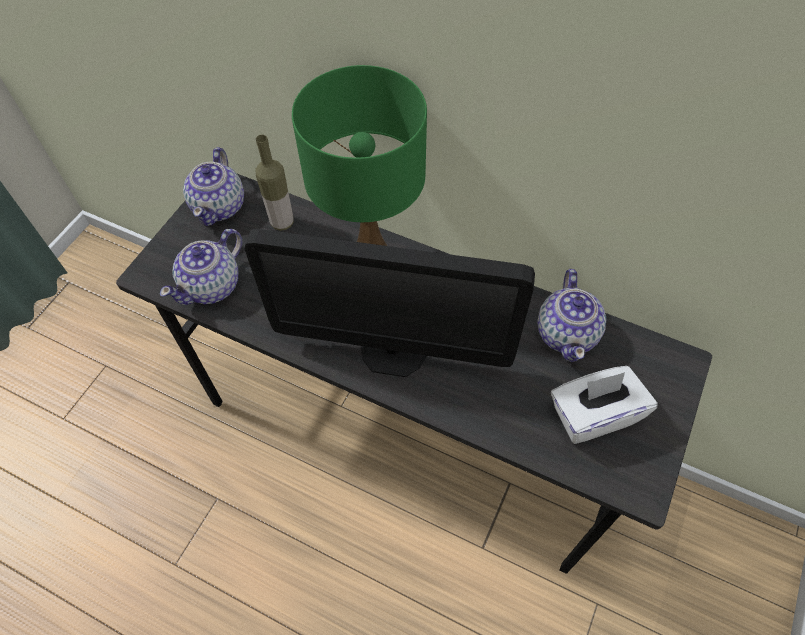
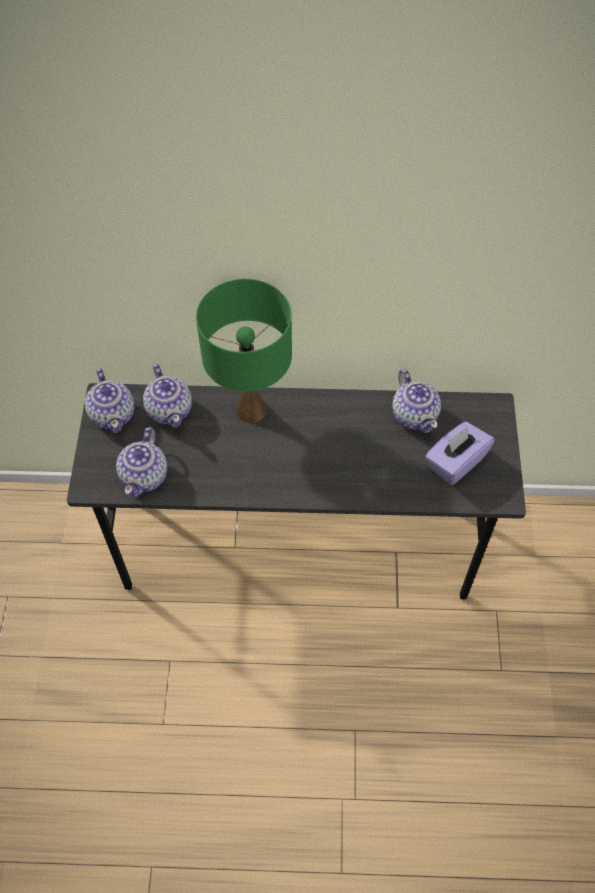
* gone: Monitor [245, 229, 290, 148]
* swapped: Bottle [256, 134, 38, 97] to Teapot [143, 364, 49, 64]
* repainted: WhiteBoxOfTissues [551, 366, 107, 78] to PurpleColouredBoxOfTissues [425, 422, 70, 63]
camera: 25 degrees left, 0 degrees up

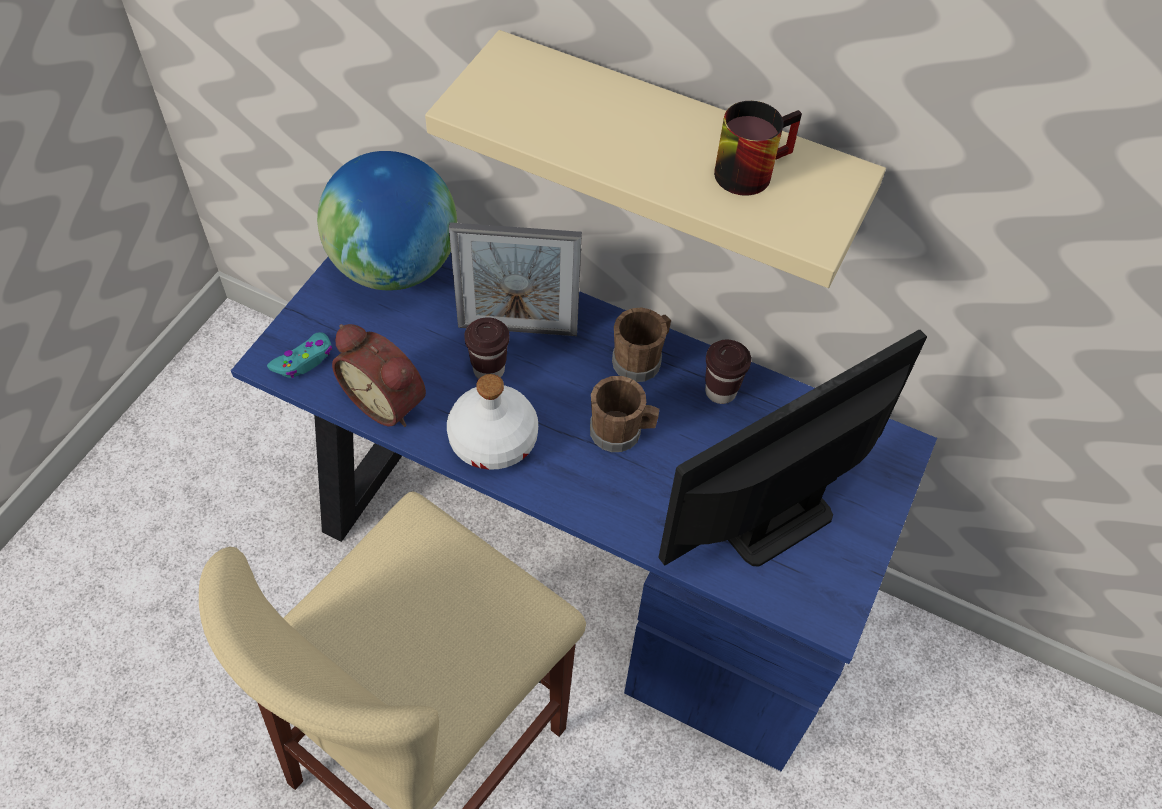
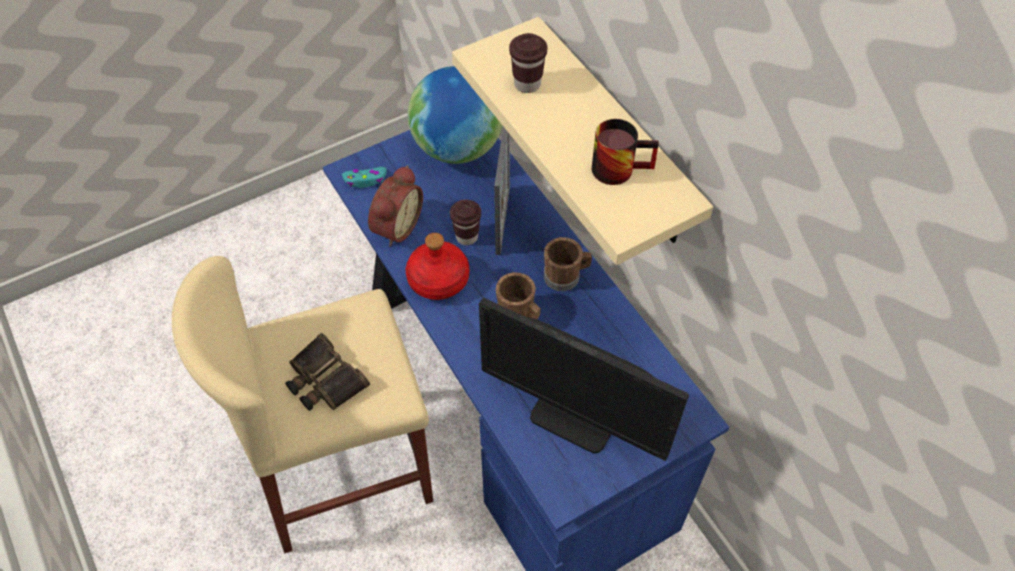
* rotated: TableClock [332, 324, 94, 103] = [368, 165, 55, 82] 135 degrees counterclockwise
* repainted: WhiteBottle [447, 374, 91, 96] to RedColouredBottle [406, 233, 63, 67]
* rotated: PhotoFrame [449, 222, 133, 114] = [494, 127, 16, 128] 120 degrees counterclockwise
* rotated: Monitor [658, 330, 269, 236] = [479, 298, 210, 163] 150 degrees counterclockwise
* shifted: BrownColouredDrinkingCup [705, 340, 46, 64] to [509, 33, 38, 60]
* new: Binoculars [285, 333, 85, 78]
camera: 35 degrees right, 0 degrees up

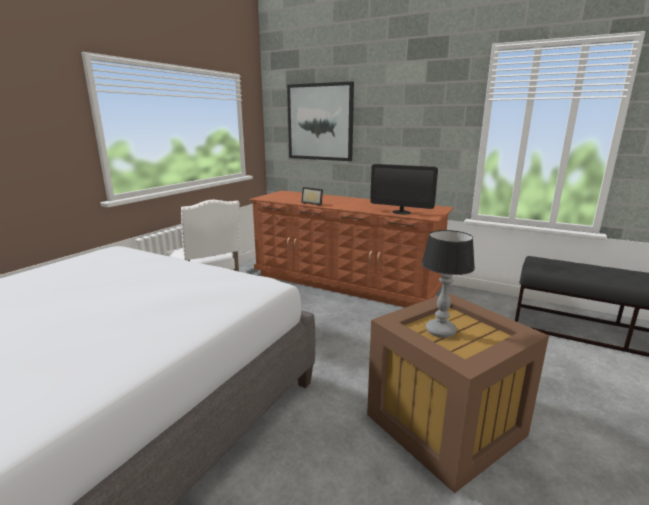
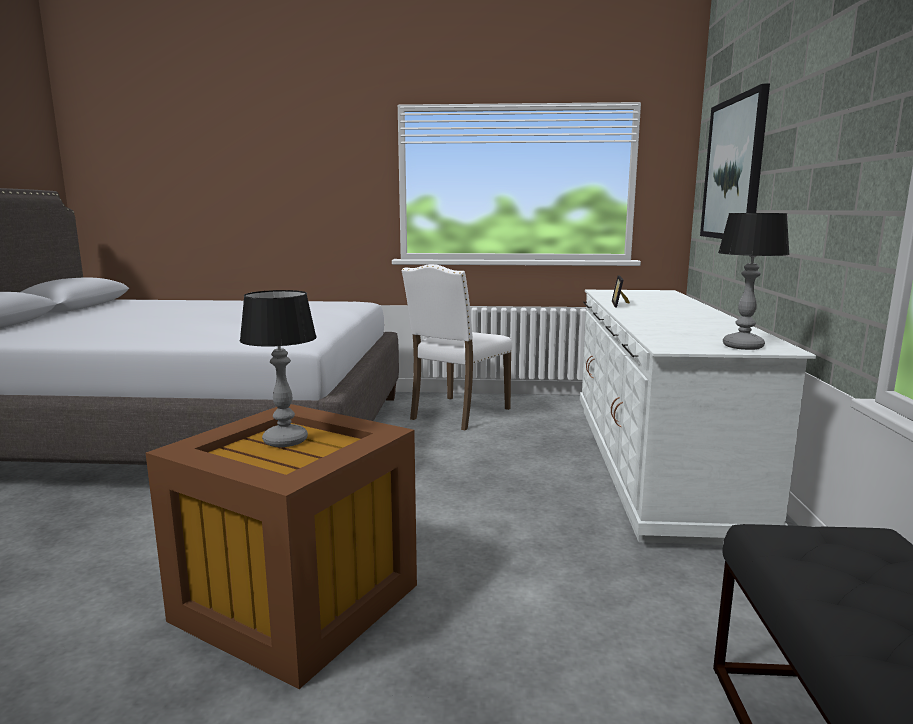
* repainted: BrownColouredDresser [249, 191, 205, 117] to WhiteDresser [580, 290, 236, 255]
* gone: Monitor [370, 164, 68, 51]
* new: LampForATable [718, 213, 72, 137]
camera: 65 degrees right, 5 degrees down

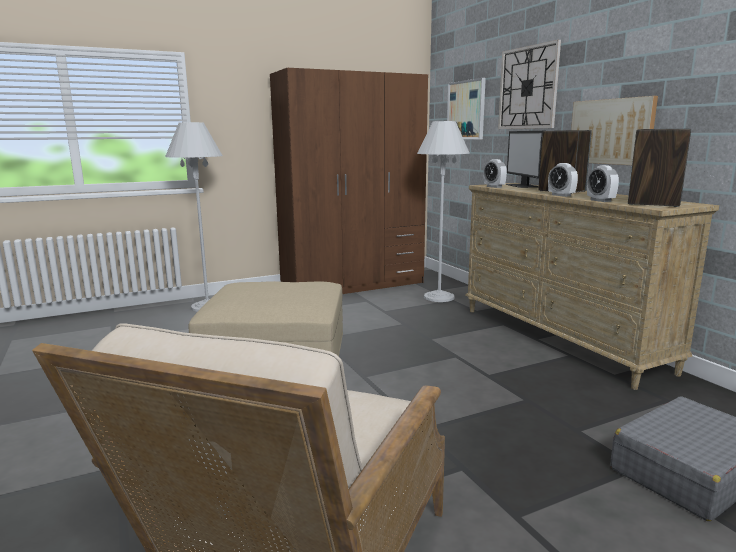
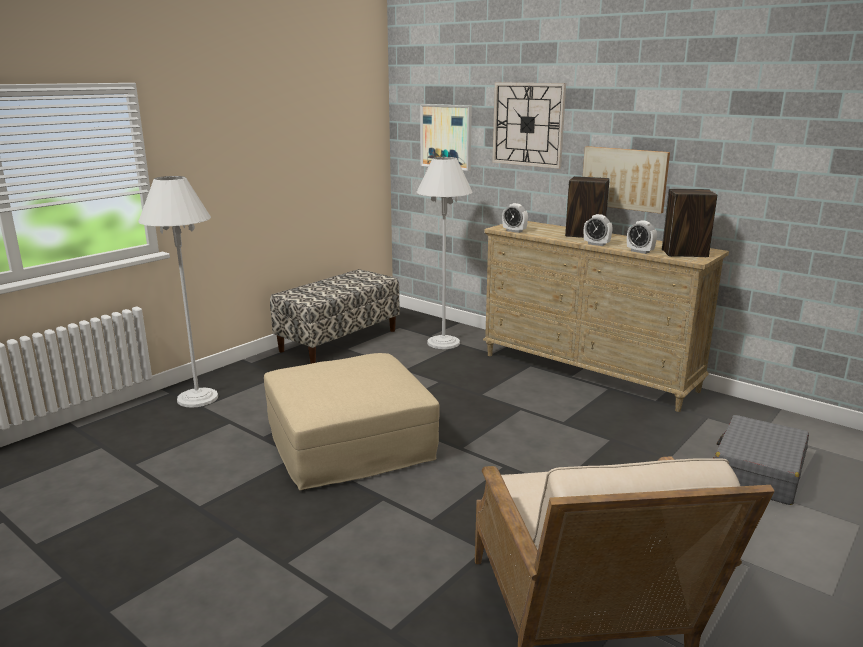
* swapped: BrownColouredWardrobe [270, 68, 158, 226] to Bench [270, 269, 130, 95]
* gone: Monitor [506, 131, 37, 57]
camera: 25 degrees left, 5 degrees up

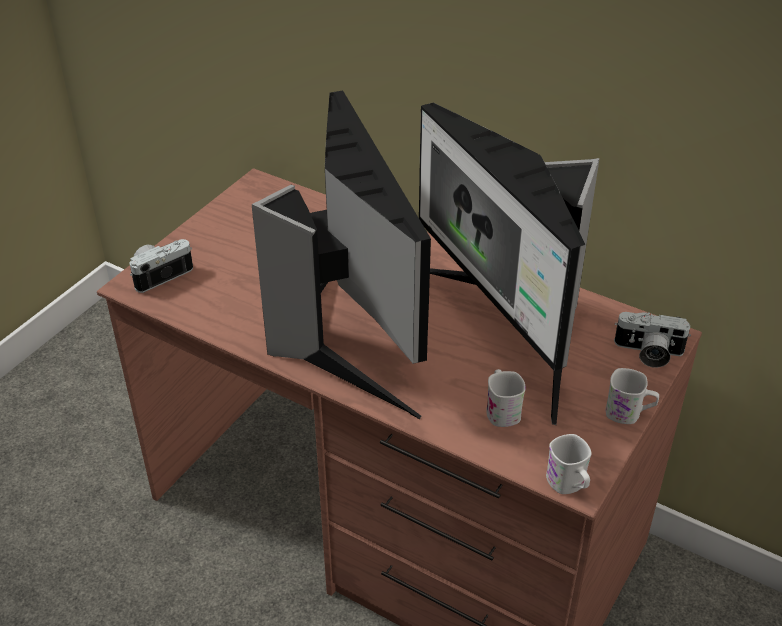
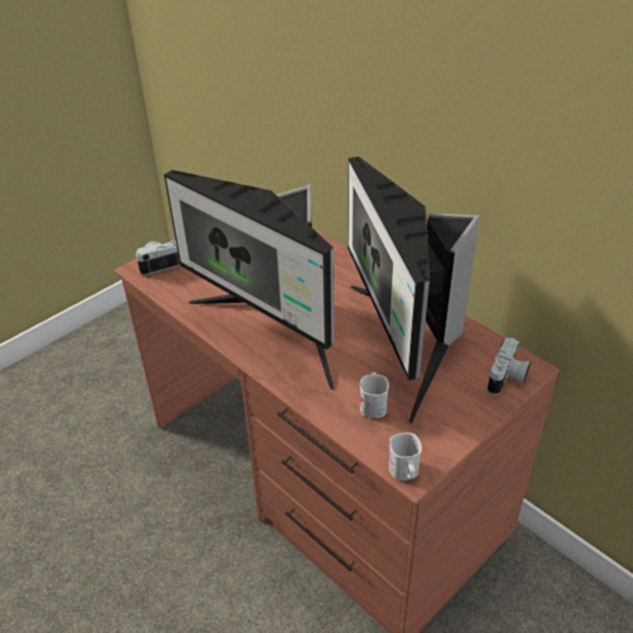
* rotated: Monitor [252, 90, 179, 329] = [164, 170, 170, 220] 135 degrees clockwise
* gone: WhiteTeaMug [606, 368, 53, 56]
* rotated: StillCamera [614, 312, 77, 56] = [487, 337, 44, 58] 90 degrees counterclockwise
camera: 15 degrees right, 0 degrees up

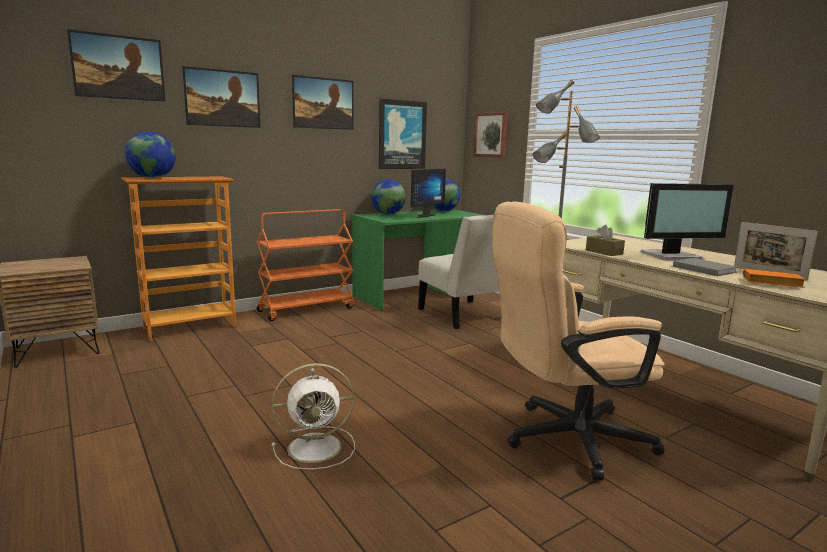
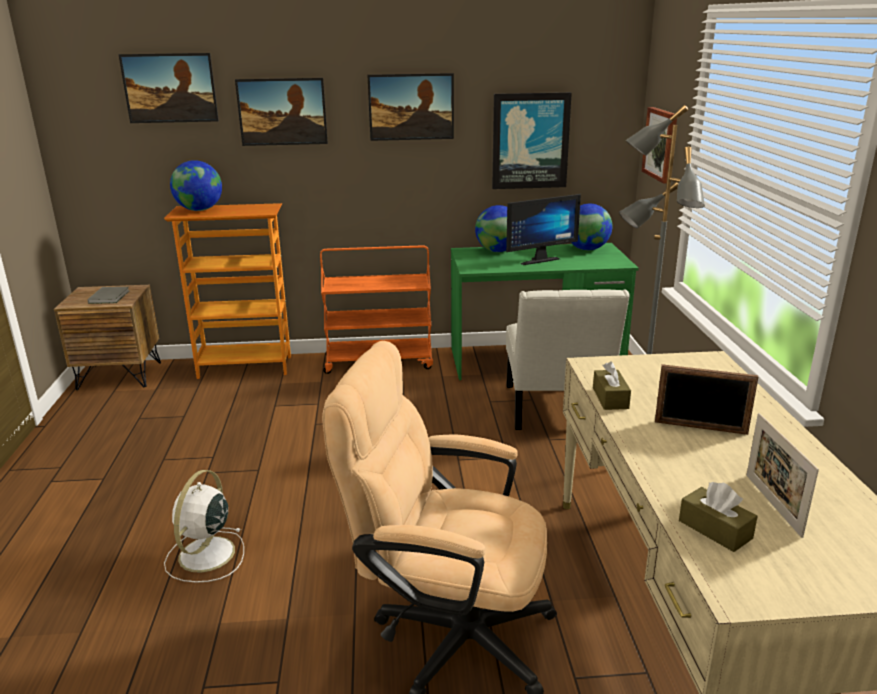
* rotated: WhiteCoolingFan [272, 363, 83, 107] = [164, 470, 80, 113] 90 degrees clockwise
* swapped: Monitor [641, 183, 93, 78] to PhotoFrame [655, 364, 103, 71]
* shifted: GrayBook [673, 258, 65, 18] to [88, 287, 42, 17]
* swapped: OrangeColouredBook [743, 269, 63, 19] to BrownColouredBoxOfTissues [679, 482, 79, 70]
camera: 30 degrees right, 10 degrees up

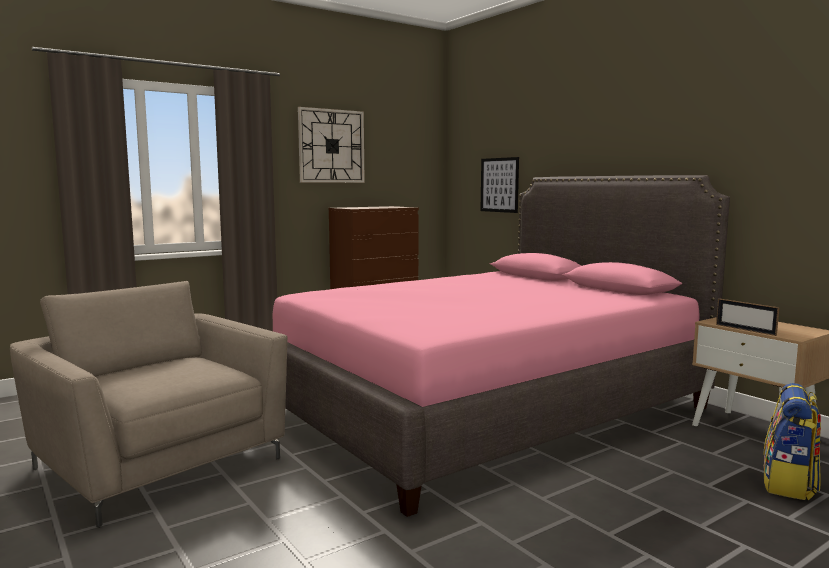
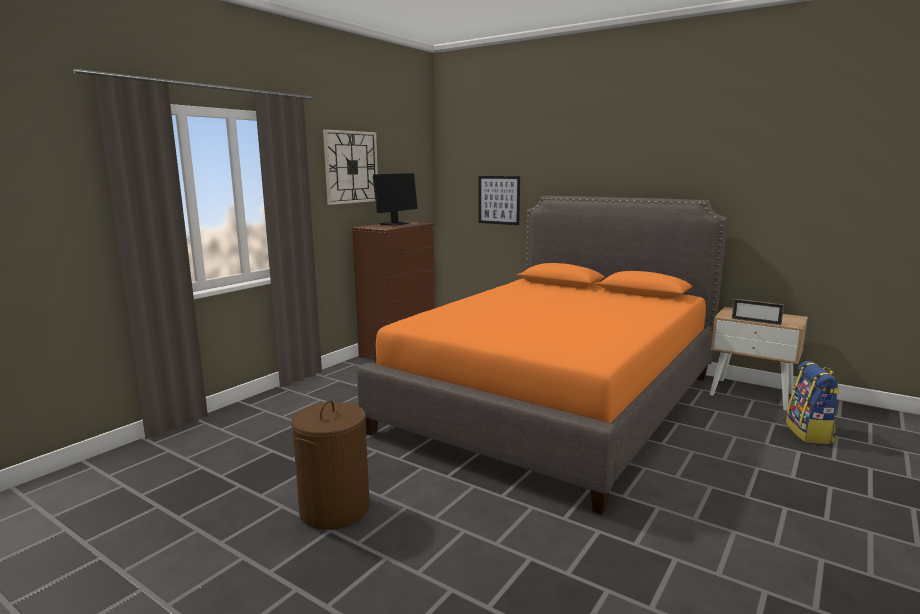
* swapped: BeigeArmchair [10, 281, 277, 246] to BrownColouredHamper [291, 400, 79, 130]
* repainted: PinkColouredBedroomBed [273, 175, 457, 342] to OrangeColouredBedroomBed [357, 196, 371, 319]
* new: Monitor [373, 173, 45, 53]
camera: 20 degrees left, 5 degrees up

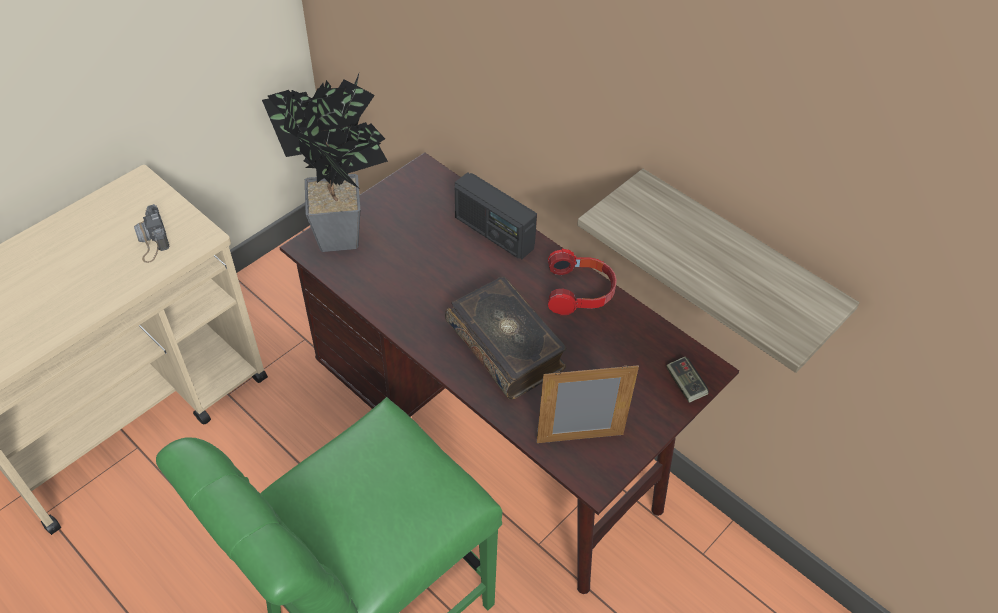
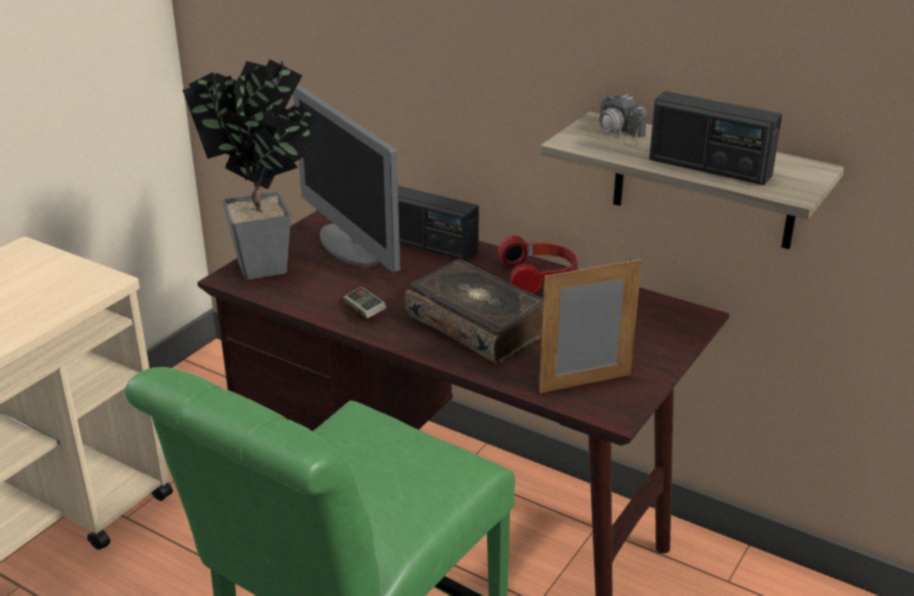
* shifted: StillCamera [134, 204, 36, 59] to [590, 95, 57, 51]
* shifted: GameController [666, 357, 43, 46] to [343, 286, 43, 32]
* new: Monitor [293, 85, 107, 187]
* new: RadioSet [649, 91, 133, 94]
camera: 10 degrees left, 20 degrees down

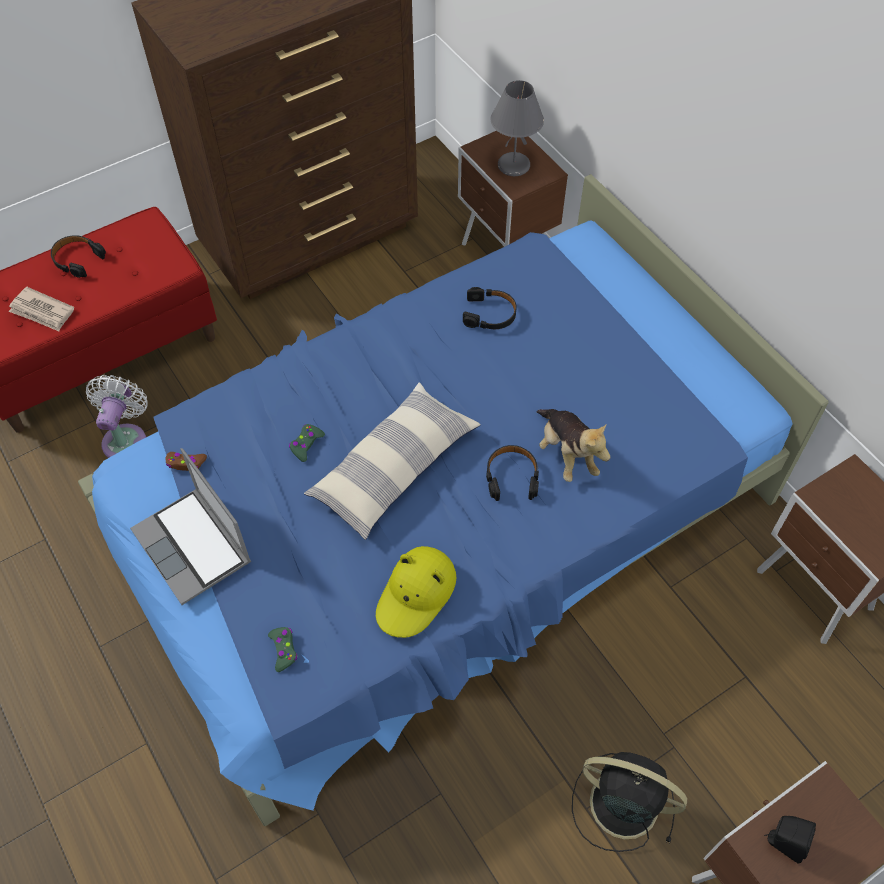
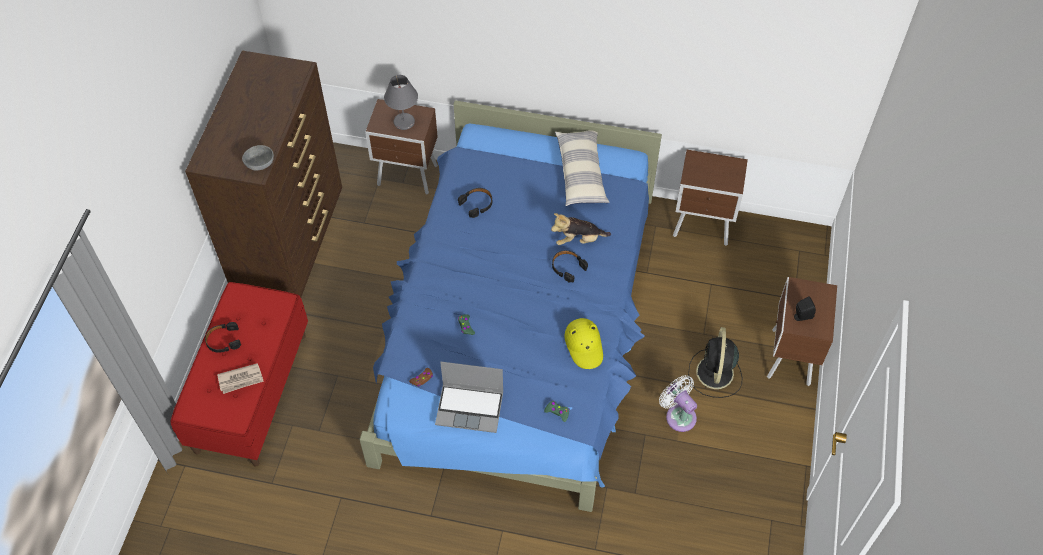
* shifted: WhiteCoolingFan [86, 375, 62, 83] to [659, 375, 38, 57]
* shifted: Cushion [304, 382, 177, 158] to [555, 130, 54, 76]
* rotated: SoftToy [537, 409, 73, 73] = [551, 213, 60, 32] 150 degrees clockwise
* rotated: BlackColouredCoolingFan [572, 752, 115, 100] = [688, 327, 54, 71] 60 degrees counterclockwise
* new: GrayBowl [242, 145, 32, 25]
camera: 45 degrees left, 0 degrees up

